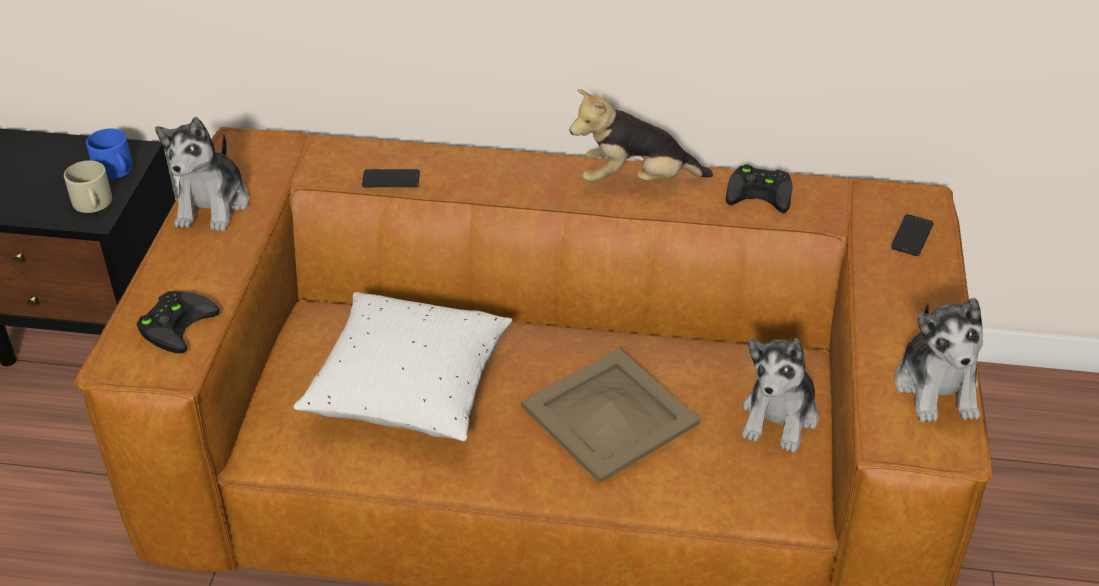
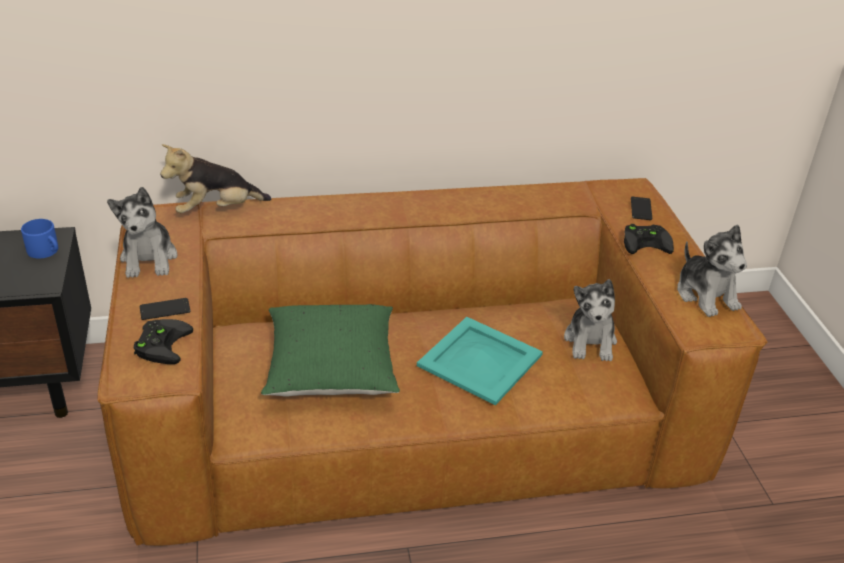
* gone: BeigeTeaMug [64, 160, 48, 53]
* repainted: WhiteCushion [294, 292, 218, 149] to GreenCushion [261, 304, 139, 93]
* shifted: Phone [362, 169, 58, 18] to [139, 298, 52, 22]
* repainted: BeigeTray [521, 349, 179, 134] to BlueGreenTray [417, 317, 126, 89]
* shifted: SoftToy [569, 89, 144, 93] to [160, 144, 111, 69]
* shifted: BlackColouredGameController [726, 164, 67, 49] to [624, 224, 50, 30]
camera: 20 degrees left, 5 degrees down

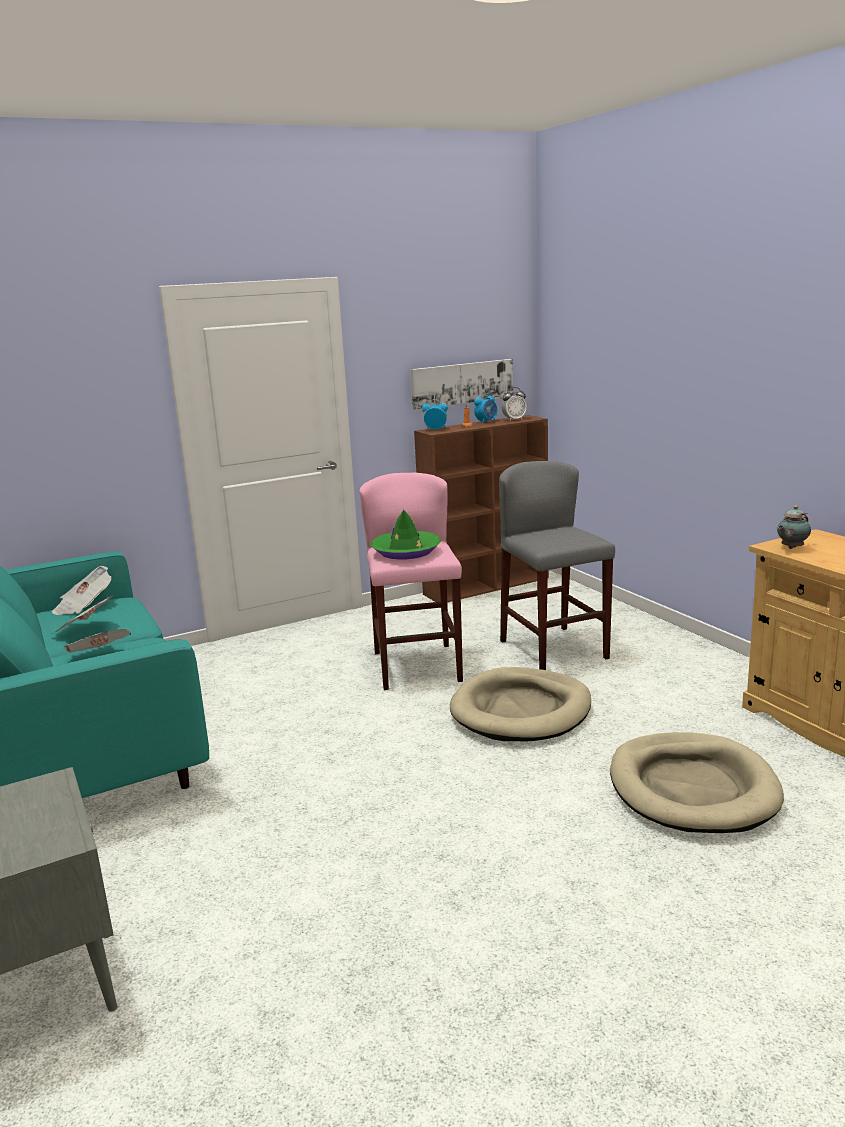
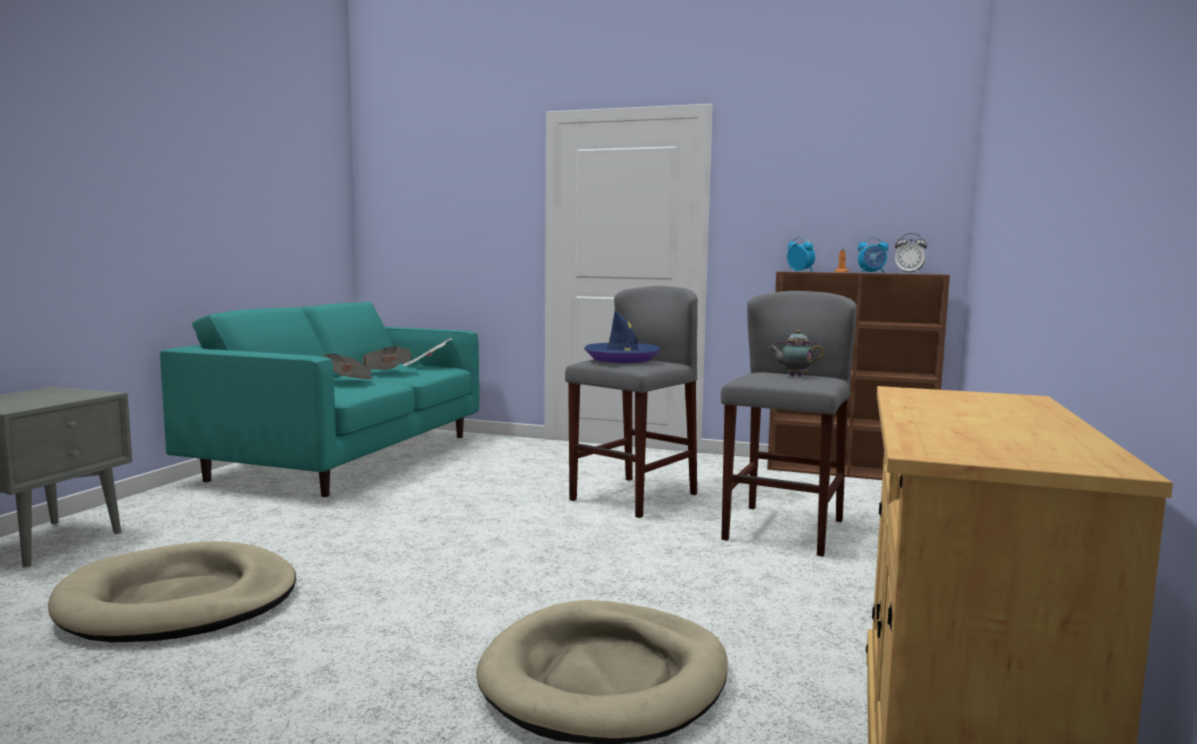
* repainted: PinkColouredStool [359, 473, 104, 217] to GrayStool [565, 286, 133, 232]
* repainted: GreenClothingHat [370, 510, 71, 49] to BluishClothingHat [584, 310, 76, 53]
* gone: Picture [410, 359, 103, 51]
* shifted: BeigeDogCushion [450, 667, 141, 74] to [48, 541, 248, 102]
* shifted: Teapot [777, 506, 34, 43] to [769, 330, 56, 46]
camera: 45 degrees right, 10 degrees down

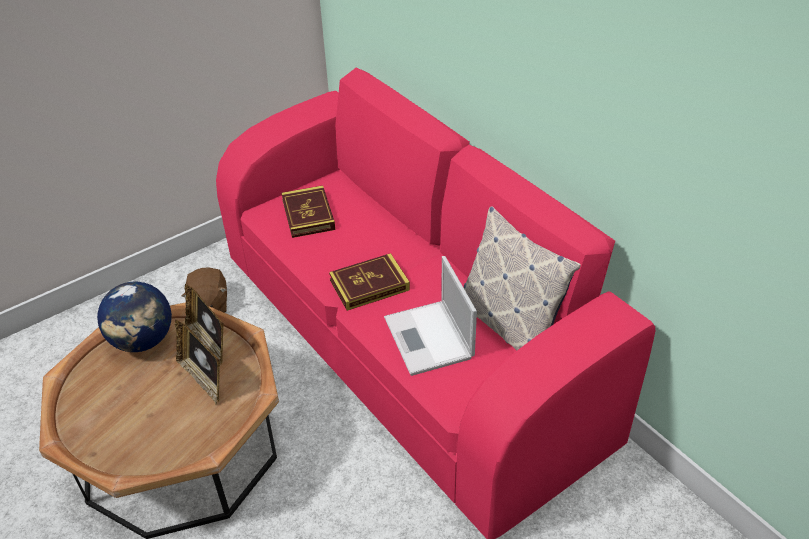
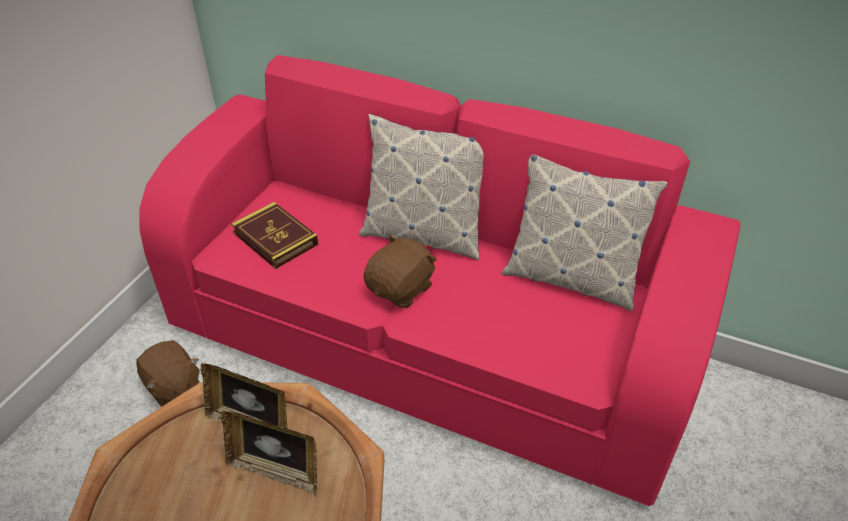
* gone: DeskGlobe [97, 282, 75, 70]
* swapped: Book [329, 253, 81, 58] to BrownColouredSoftToy [363, 234, 74, 74]
* gone: PortableComputer [384, 256, 93, 120]
* new: Cushion [359, 114, 125, 146]
camera: 30 degrees left, 0 degrees up

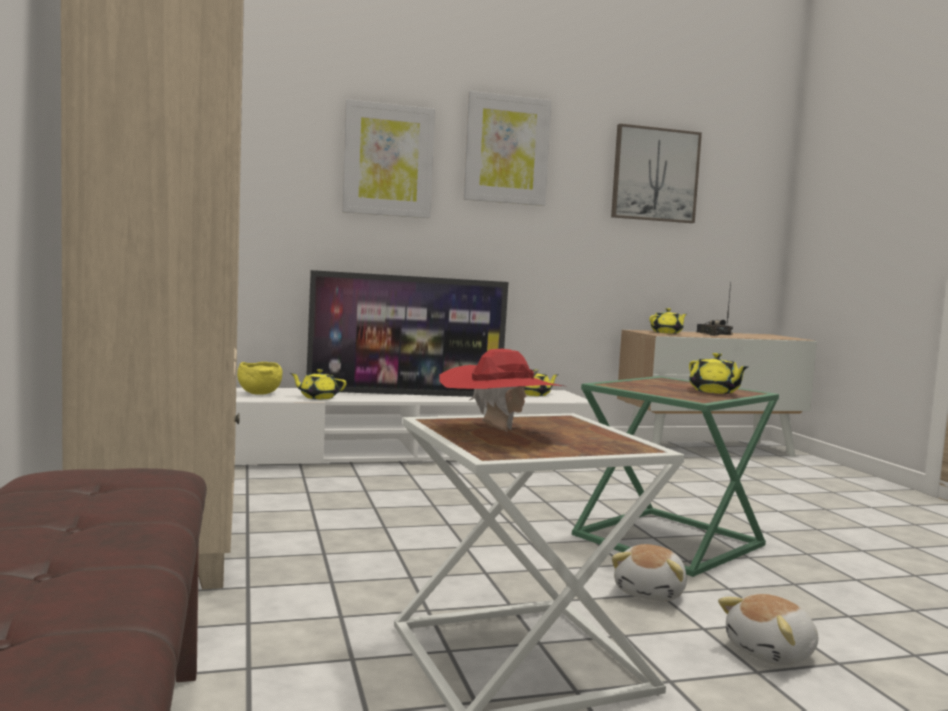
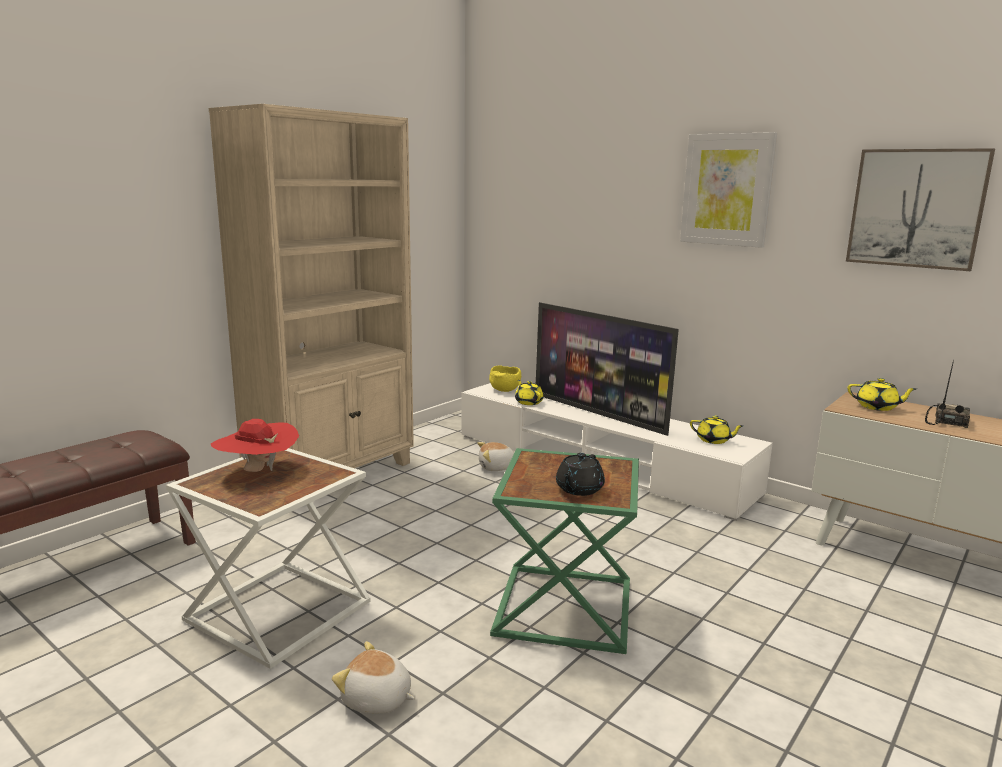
* gone: Picture [342, 99, 93, 119]
* shifted: SoftToy [611, 544, 76, 57] to [477, 442, 37, 29]
* repainted: YellowColouredTeapot [689, 353, 59, 41] to BlackColouredTeapot [556, 453, 49, 43]
camera: 55 degrees right, 10 degrees up

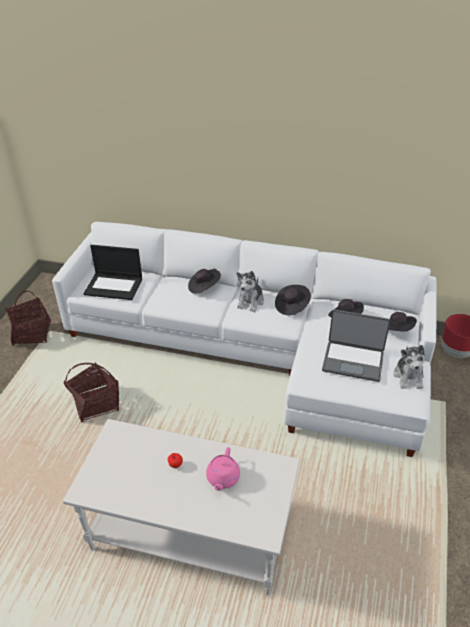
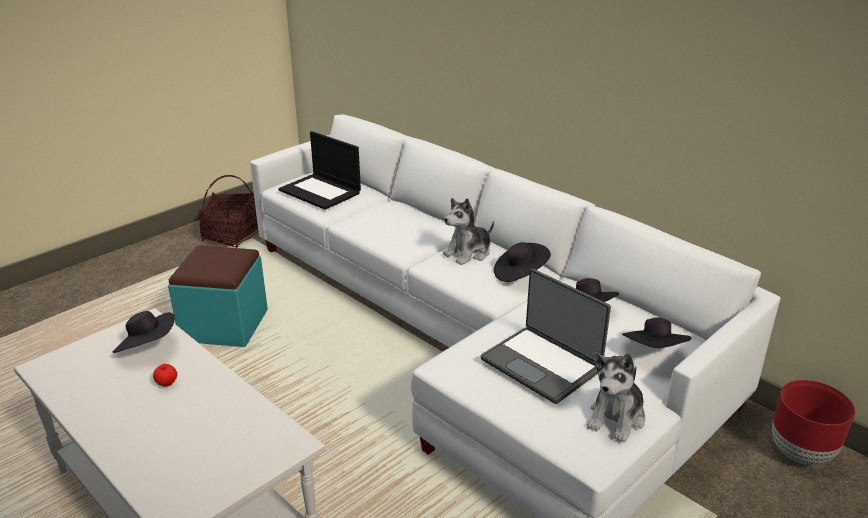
* swapped: Basket [64, 362, 55, 60] to BlueGreenFootrest [168, 246, 100, 101]
* shifted: BlackColouredClothingHat [188, 269, 33, 25] to [113, 311, 61, 42]
* gone: PinkColouredTeapot [206, 447, 34, 44]
camera: 30 degrees right, 10 degrees down

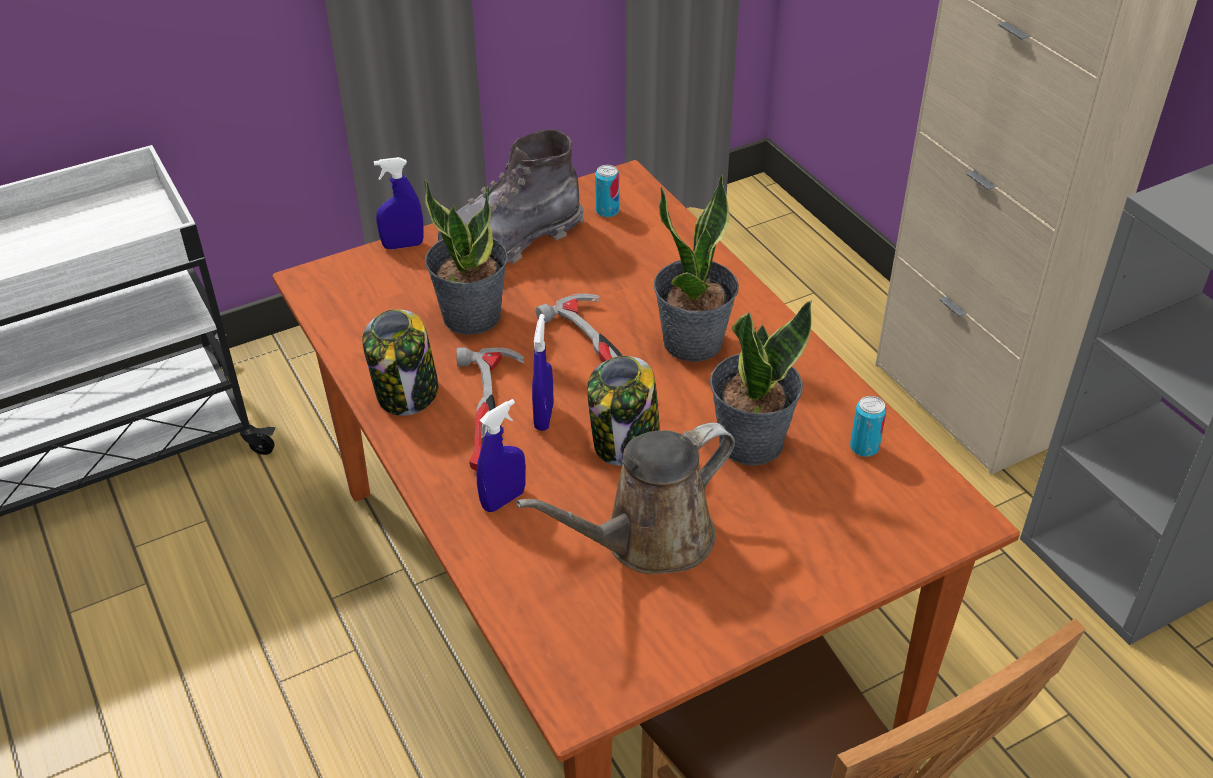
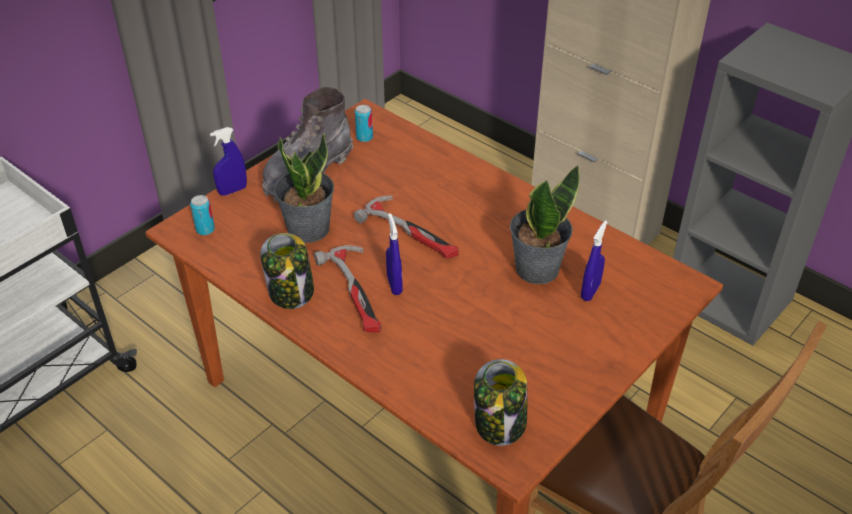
* shifted: BluishSprayBottle [476, 399, 50, 113] to [581, 220, 27, 81]
* gone: BrownColouredWateringCan [516, 423, 219, 151]
* shifted: StorageJar [587, 356, 73, 110] to [474, 359, 54, 87]
* gone: Houseplant [653, 174, 86, 188]
* shifted: MetalCan [850, 396, 37, 61] to [190, 195, 25, 40]
camera: 20 degrees left, 0 degrees up

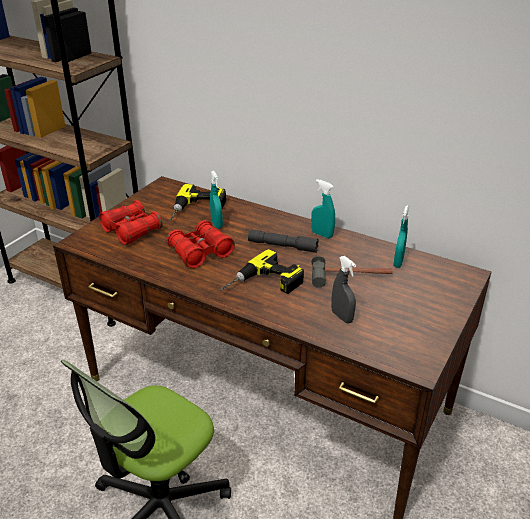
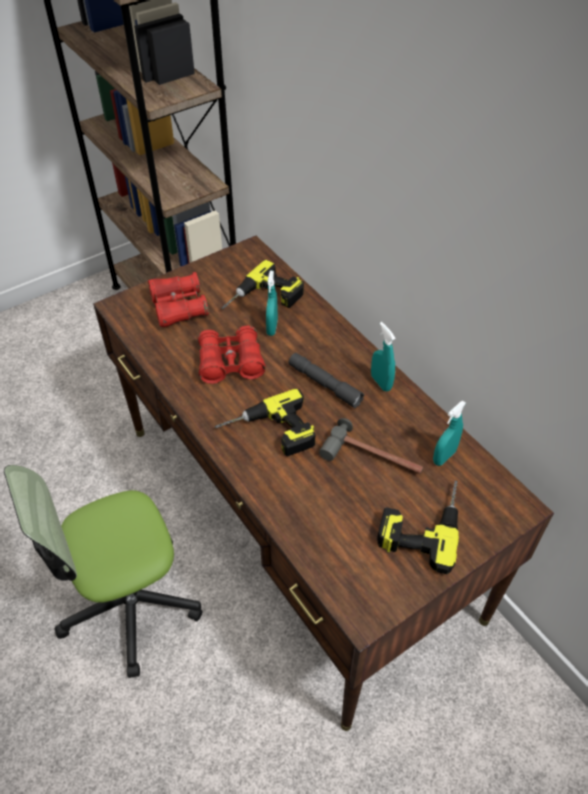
* gone: GraySprayBottle [331, 256, 25, 67]
* new: ElectricDrill [377, 480, 82, 94]
camera: 25 degrees right, 15 degrees up

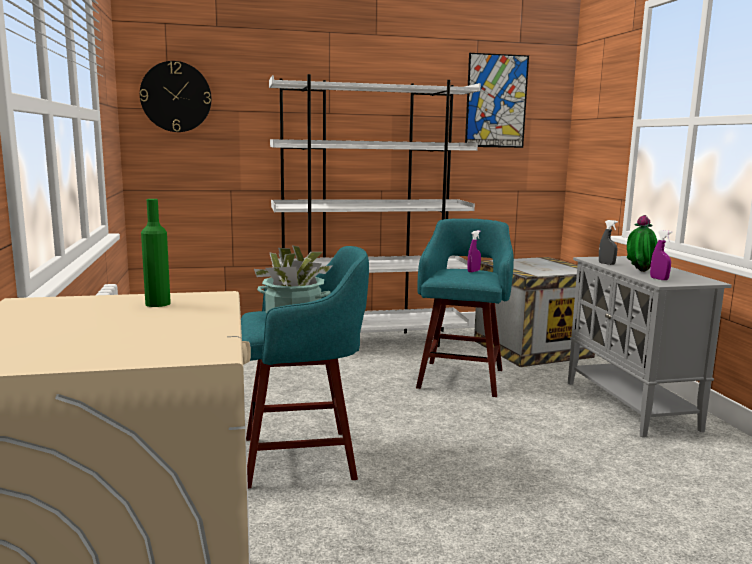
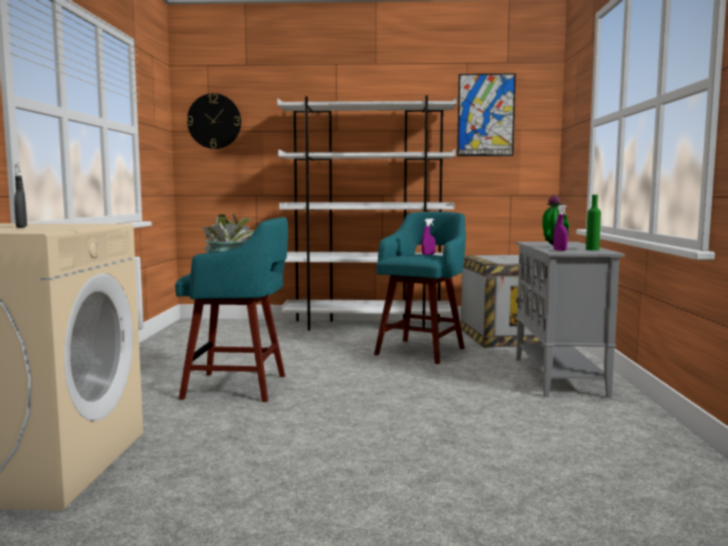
* shifted: GreenBottle [141, 199, 30, 108] to [586, 195, 15, 55]
* shifted: GraySprayBottle [599, 220, 19, 45] to [14, 162, 13, 66]
camera: 15 degrees right, 5 degrees down

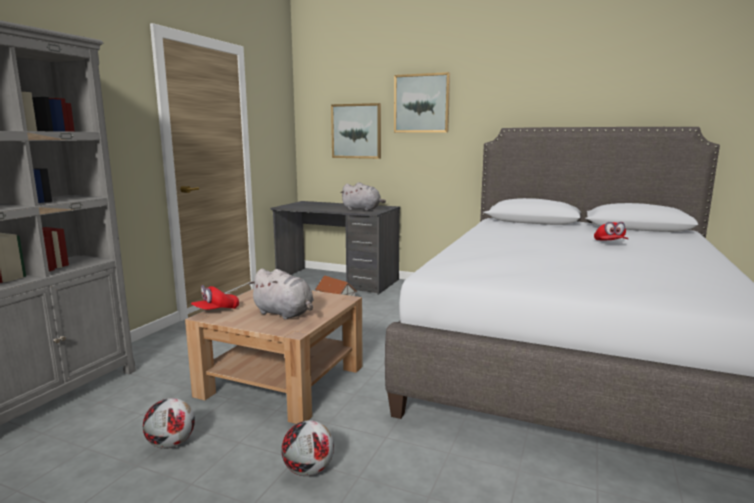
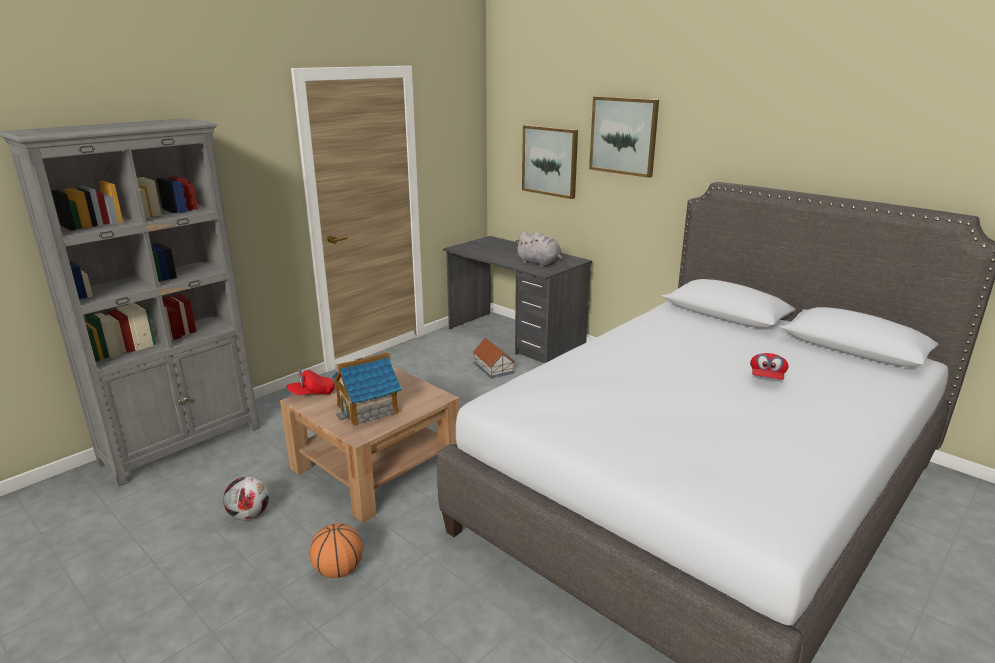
* swapped: GraySoftToy [249, 268, 65, 52] to ModelHouse [331, 352, 71, 75]
* swapped: Football [281, 420, 53, 56] to Basketball [309, 523, 54, 55]
camera: 20 degrees right, 10 degrees up

